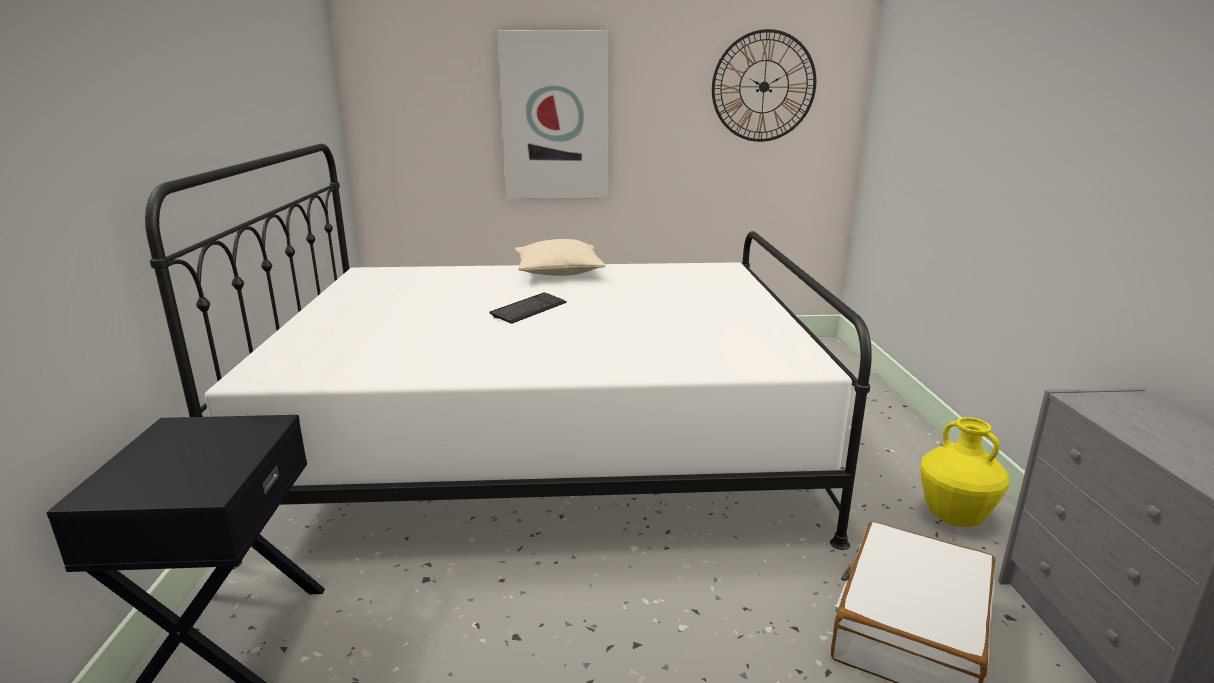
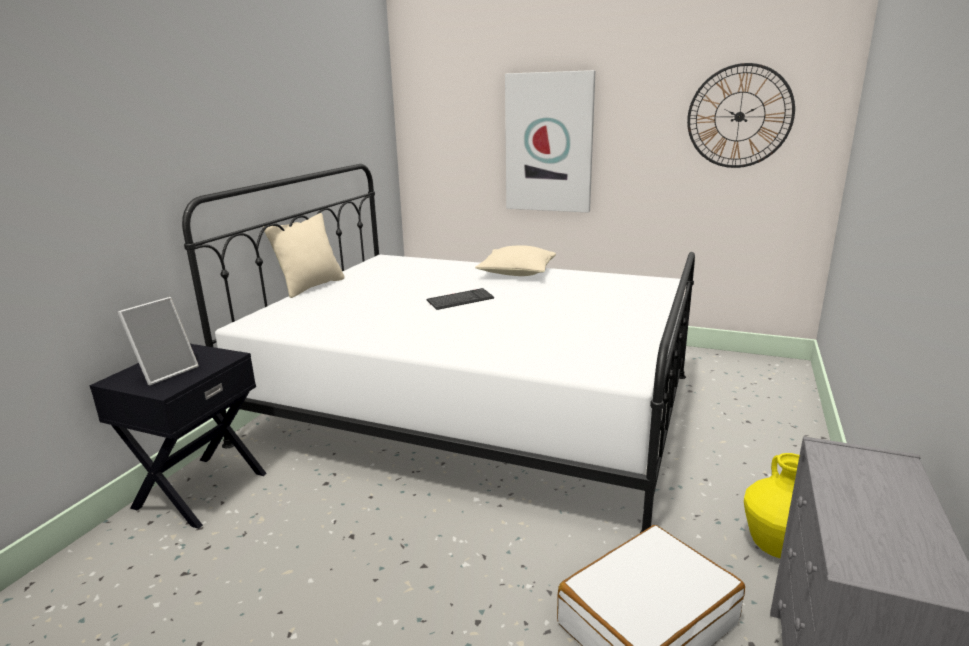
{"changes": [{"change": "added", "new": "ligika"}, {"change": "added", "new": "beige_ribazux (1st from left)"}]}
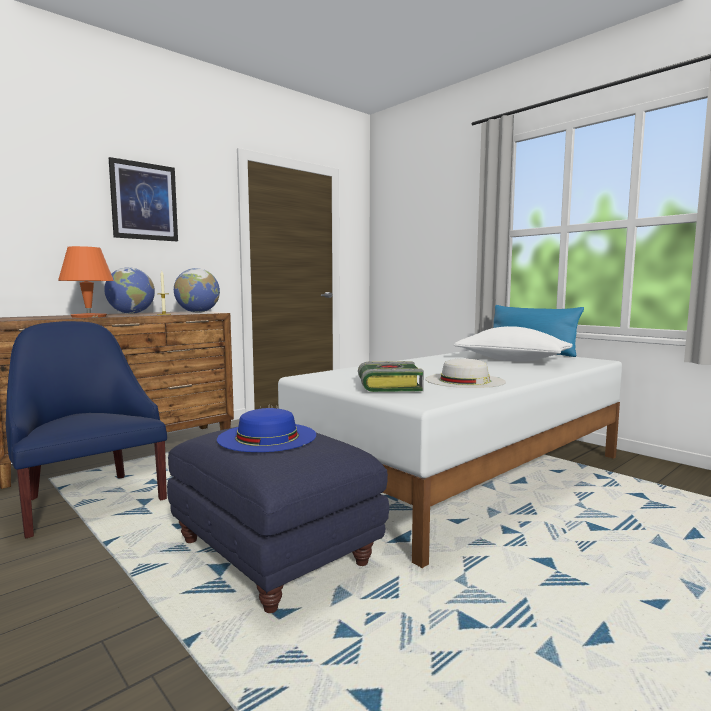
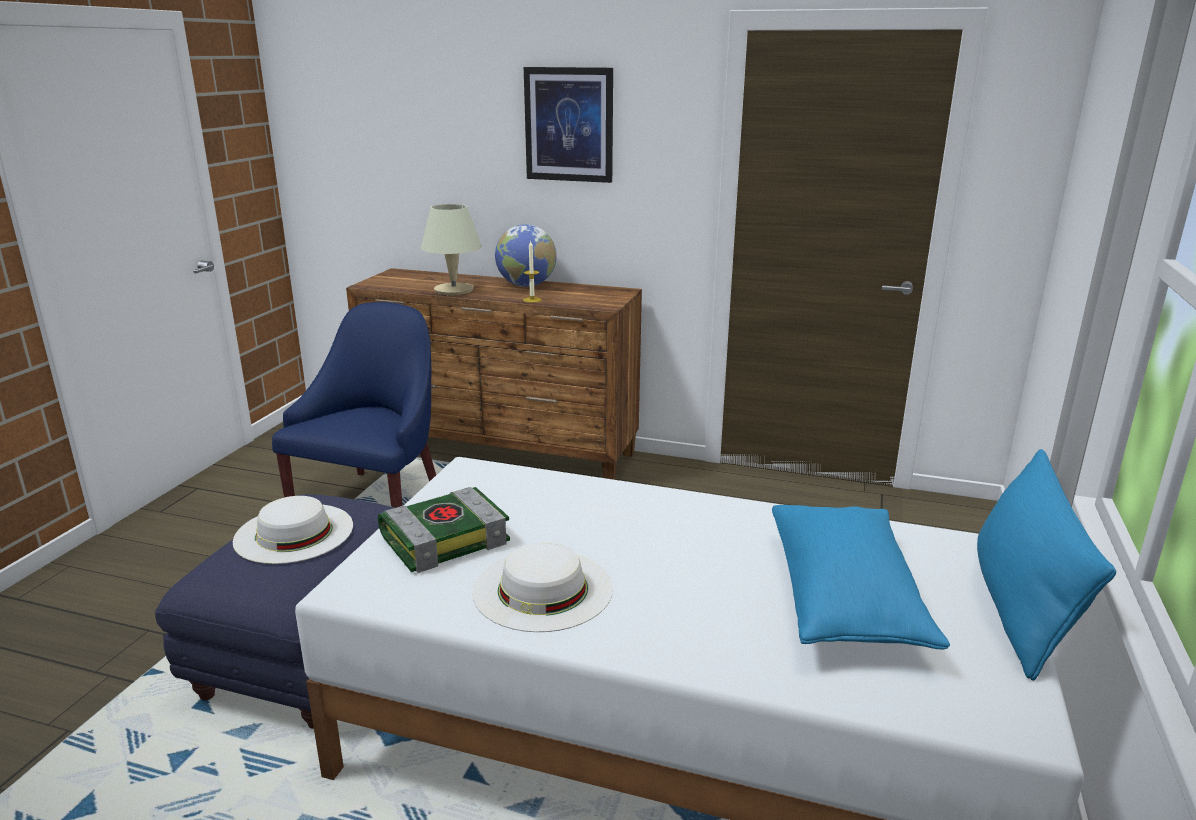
{"changes": [{"change": "recoloured", "old": "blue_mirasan", "new": "white_mirasan (1st from left)"}, {"change": "recoloured", "old": "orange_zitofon", "new": "beige_zitofon"}, {"change": "recoloured", "old": "white_ribazux", "new": "blue_ribazux (1st from left)"}, {"change": "removed", "old": "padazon (2nd from left)"}]}
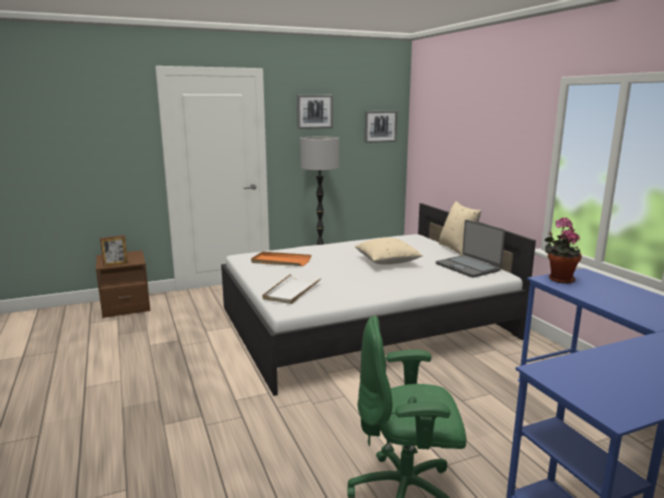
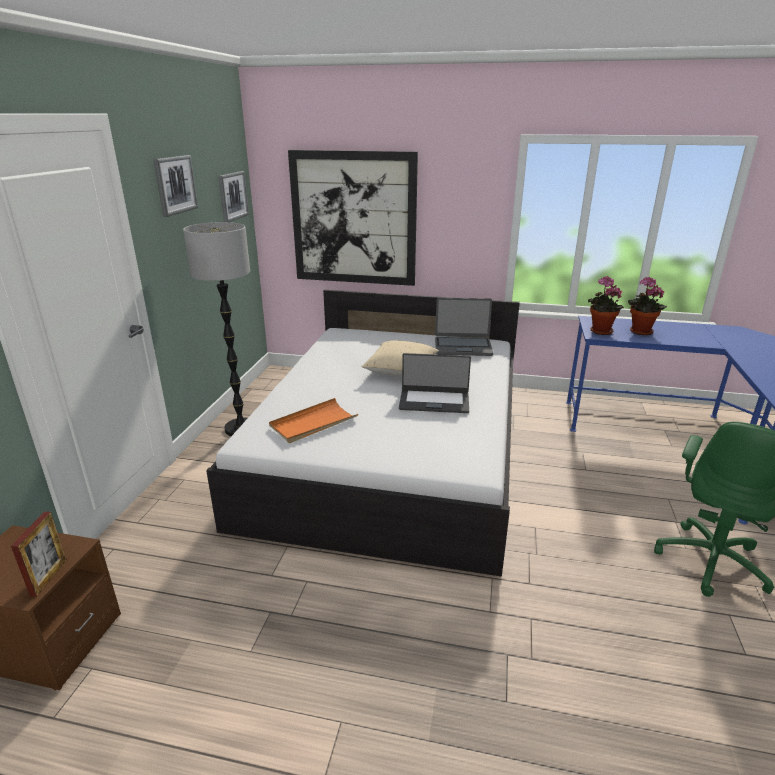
{"changes": [{"change": "added", "new": "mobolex (3rd from left)"}, {"change": "added", "new": "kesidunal (1st from left)"}, {"change": "added", "new": "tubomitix (2nd from left)"}, {"change": "removed", "old": "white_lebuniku"}, {"change": "removed", "old": "beige_ribazux (2nd from left)"}]}
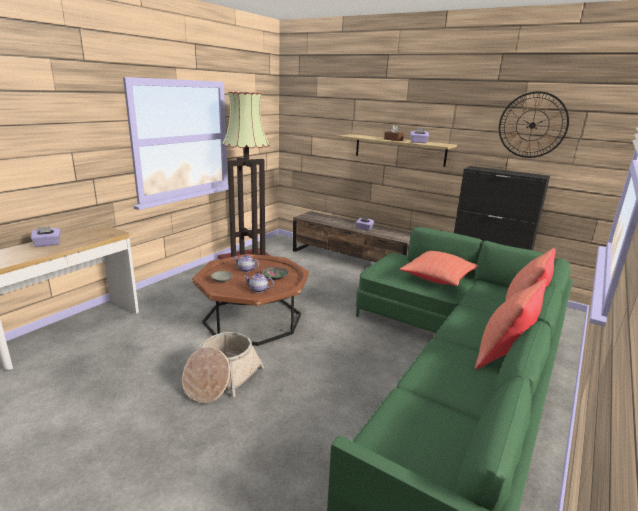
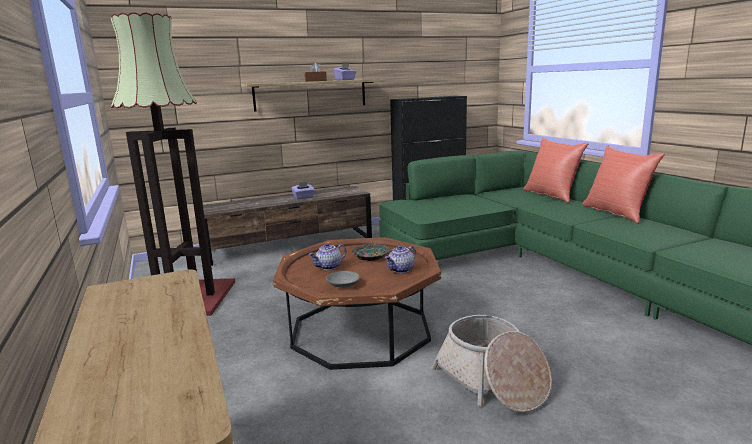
{"changes": [{"change": "removed", "old": "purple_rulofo (1st from left)"}, {"change": "removed", "old": "red_ribazux (1st from left)"}, {"change": "removed", "old": "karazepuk"}]}
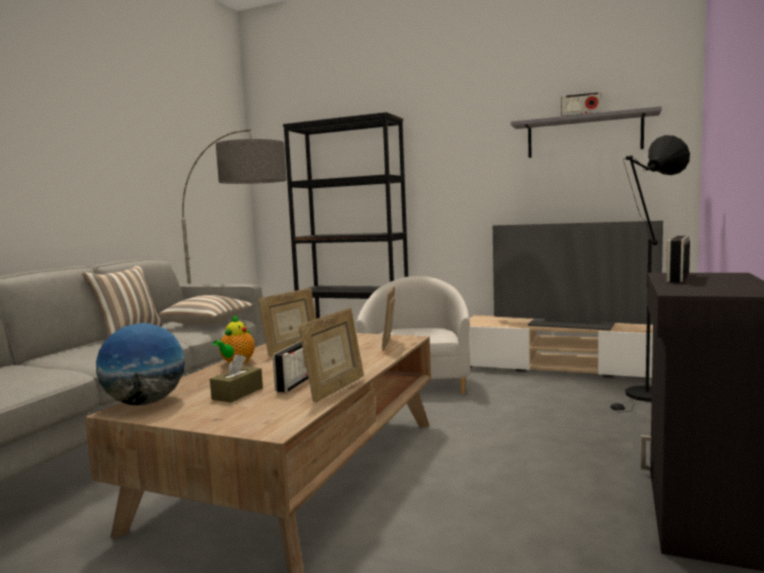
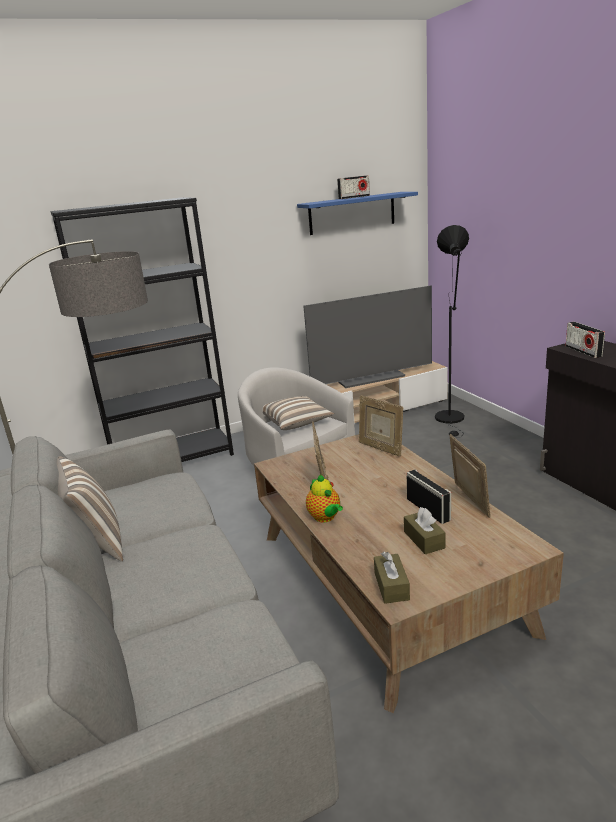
{"changes": [{"change": "moved", "old": "ribazux (2nd from left)"}, {"change": "recoloured", "old": "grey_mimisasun", "new": "blue_mimisasun"}, {"change": "replaced", "old": "padazon", "new": "brown_rulofo (1st from left)"}]}
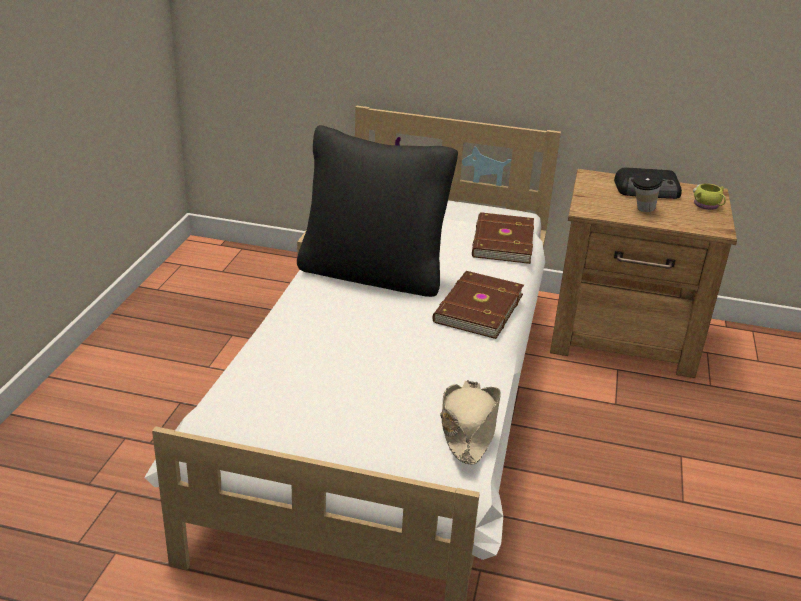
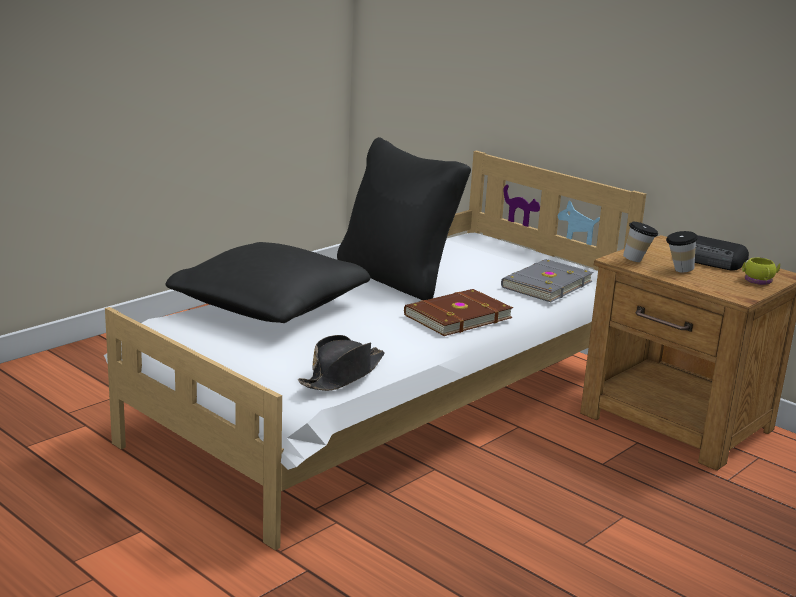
{"changes": [{"change": "added", "new": "black_ribazux (1st from left)"}, {"change": "recoloured", "old": "beige_mirasan", "new": "black_mirasan"}, {"change": "recoloured", "old": "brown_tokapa (2nd from left)", "new": "grey_tokapa"}, {"change": "added", "new": "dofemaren (1st from left)"}]}
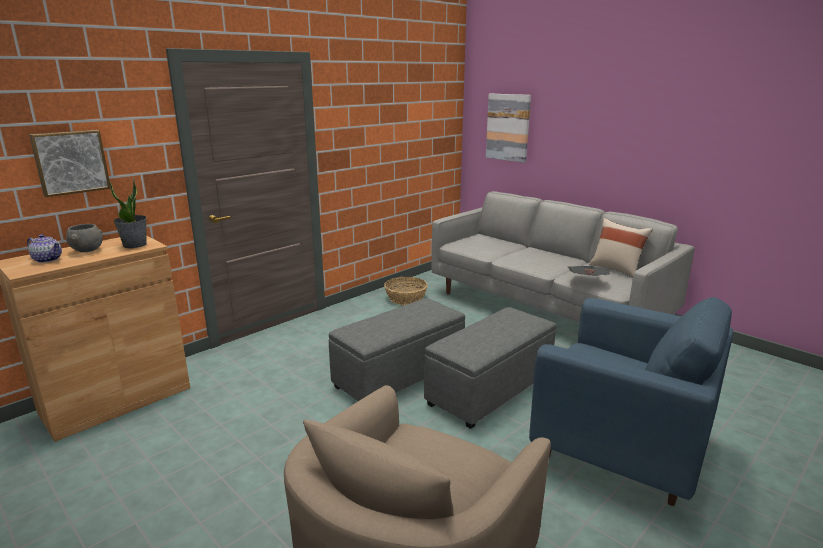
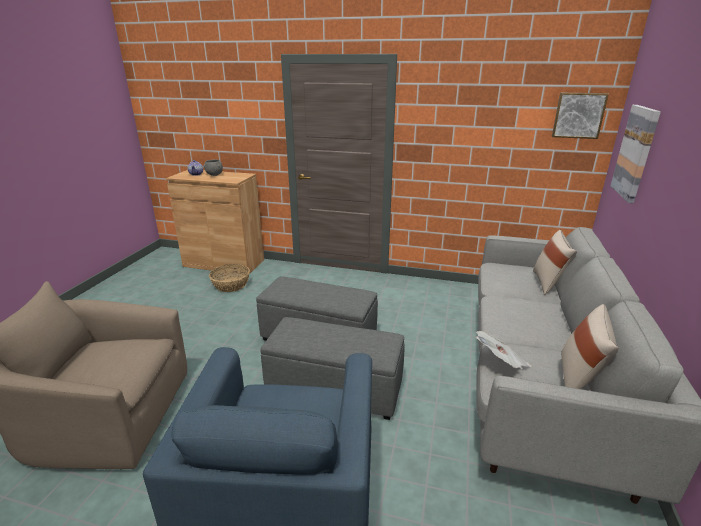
{"changes": [{"change": "moved", "old": "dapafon"}, {"change": "added", "new": "beige_ribazux (1st from left)"}, {"change": "moved", "old": "mobolex (1st from left)"}, {"change": "removed", "old": "tubomitix"}]}
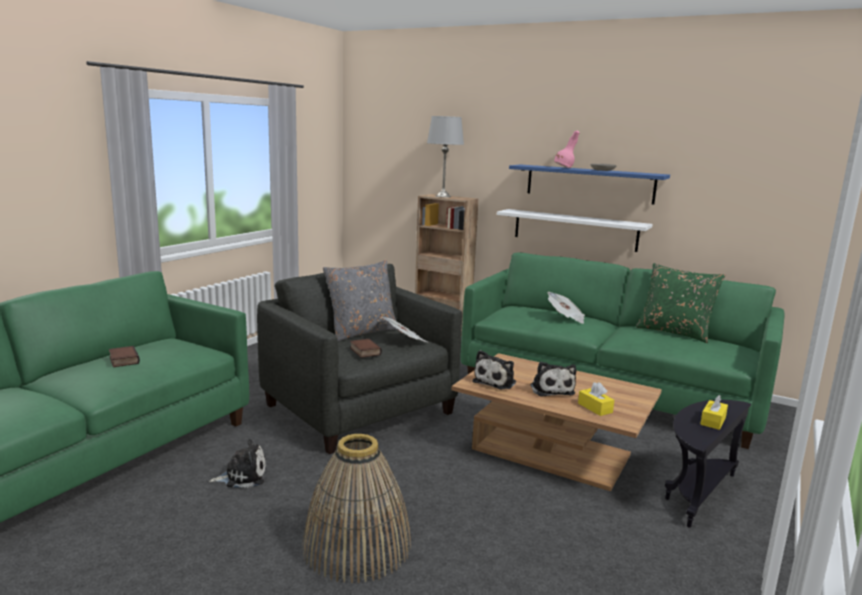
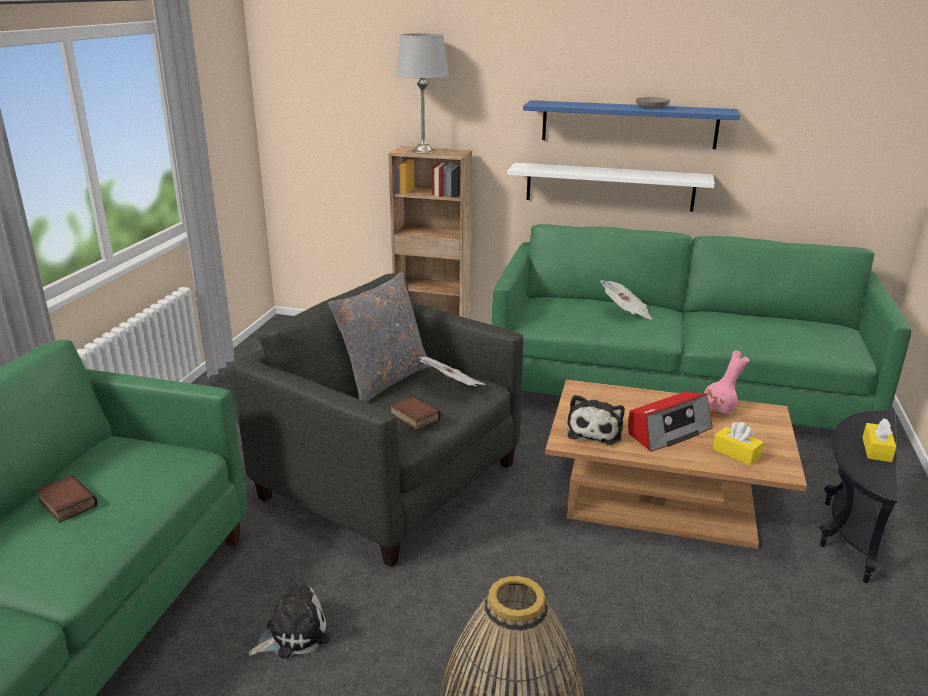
{"changes": [{"change": "replaced", "old": "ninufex (3rd from left)", "new": "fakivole"}, {"change": "moved", "old": "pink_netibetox"}, {"change": "removed", "old": "green_ribazux"}]}
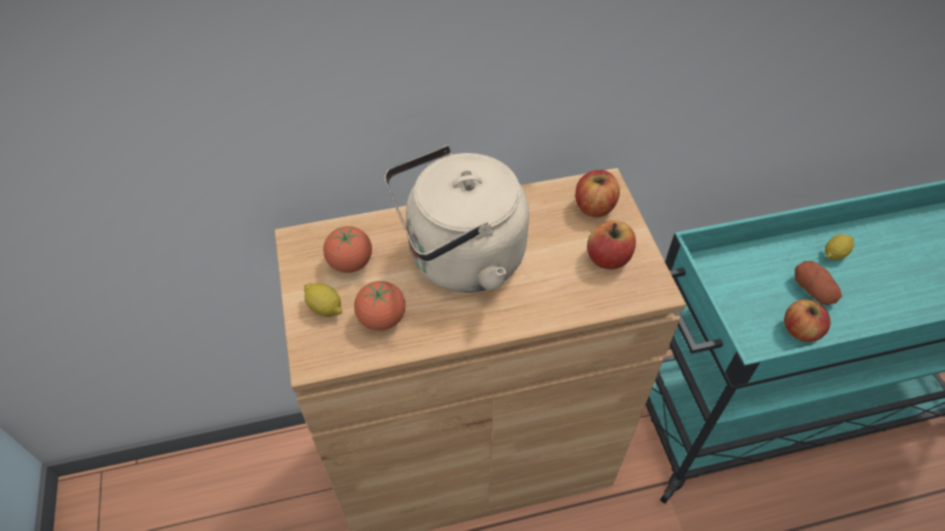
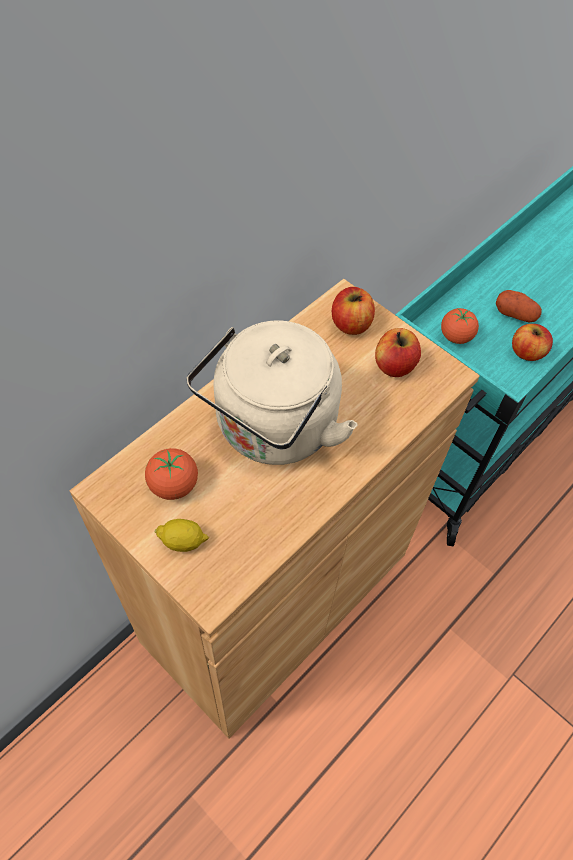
{"changes": [{"change": "moved", "old": "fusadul (2nd from left)"}, {"change": "removed", "old": "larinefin (2nd from left)"}]}
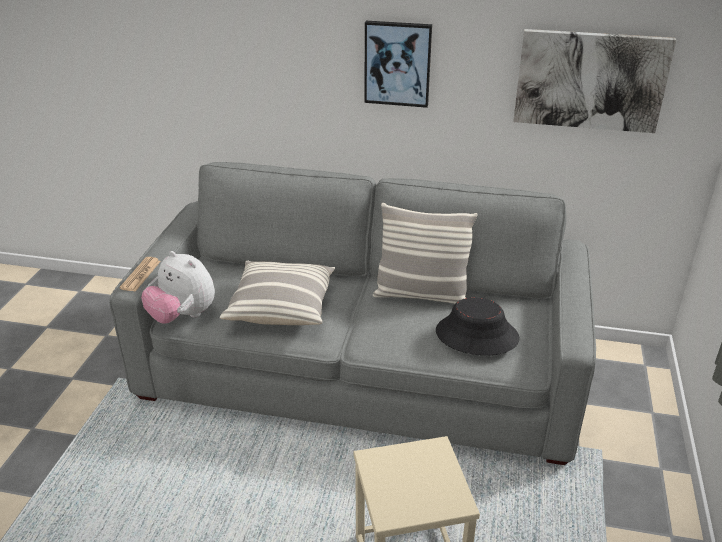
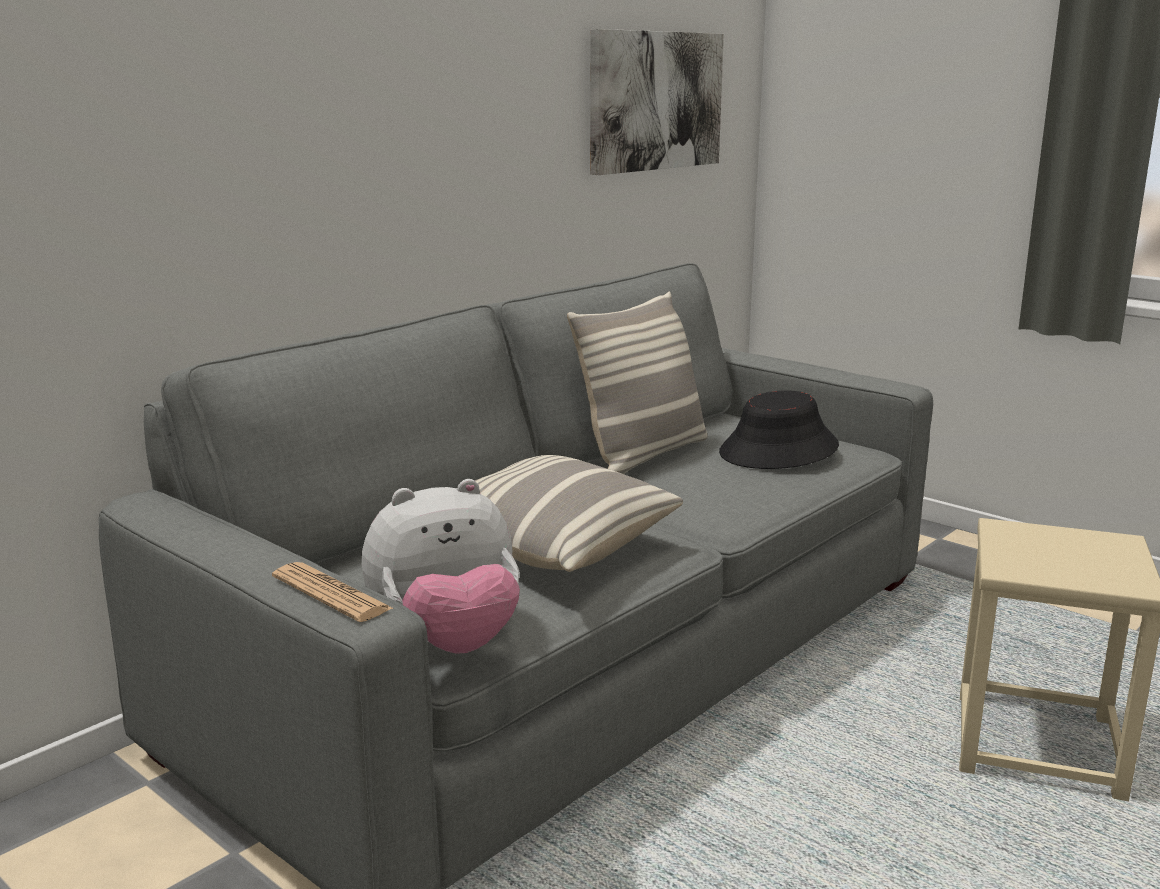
{"changes": [{"change": "removed", "old": "mobolex (1st from left)"}]}
